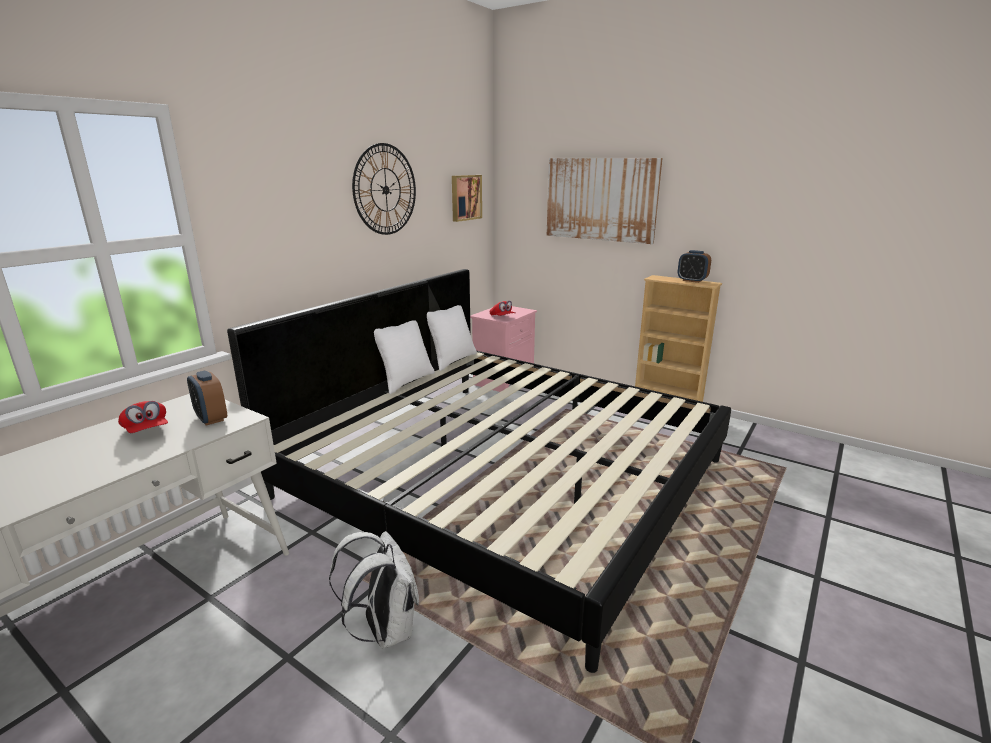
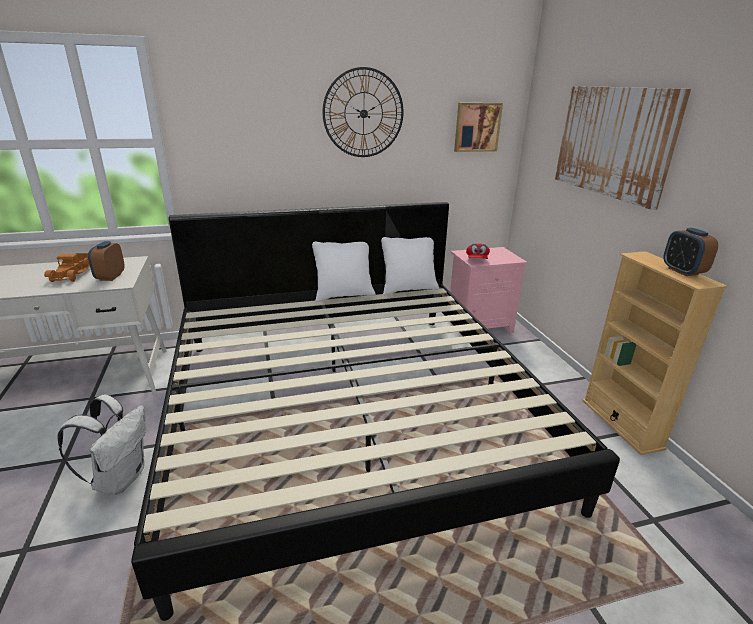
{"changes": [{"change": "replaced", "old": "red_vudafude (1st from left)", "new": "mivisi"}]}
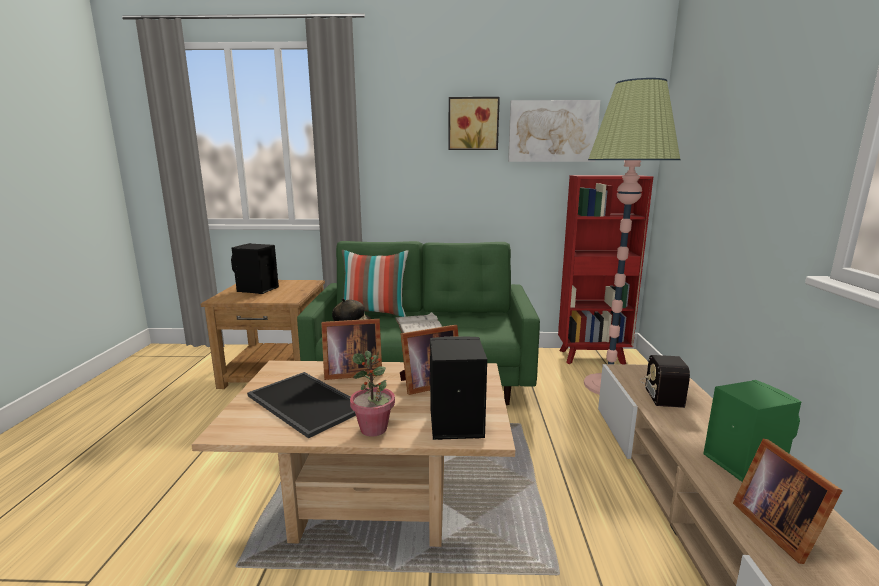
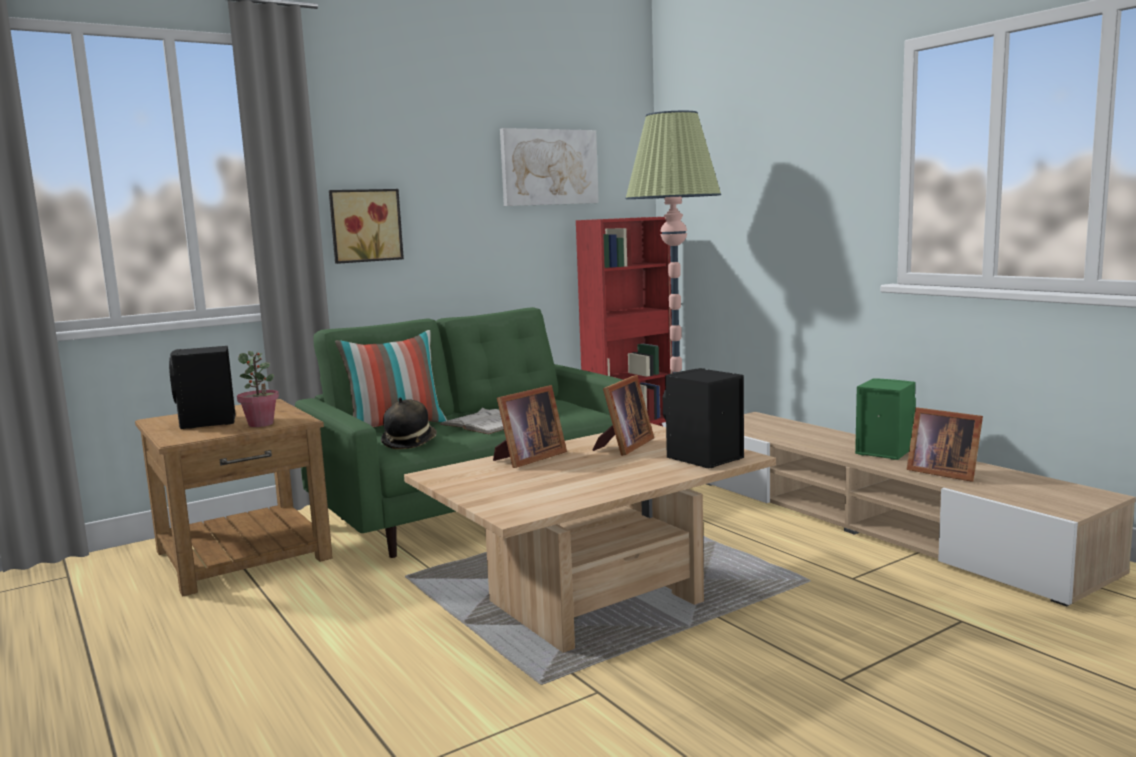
{"changes": [{"change": "moved", "old": "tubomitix"}, {"change": "moved", "old": "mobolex (1st from left)"}, {"change": "removed", "old": "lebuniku"}, {"change": "removed", "old": "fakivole"}]}
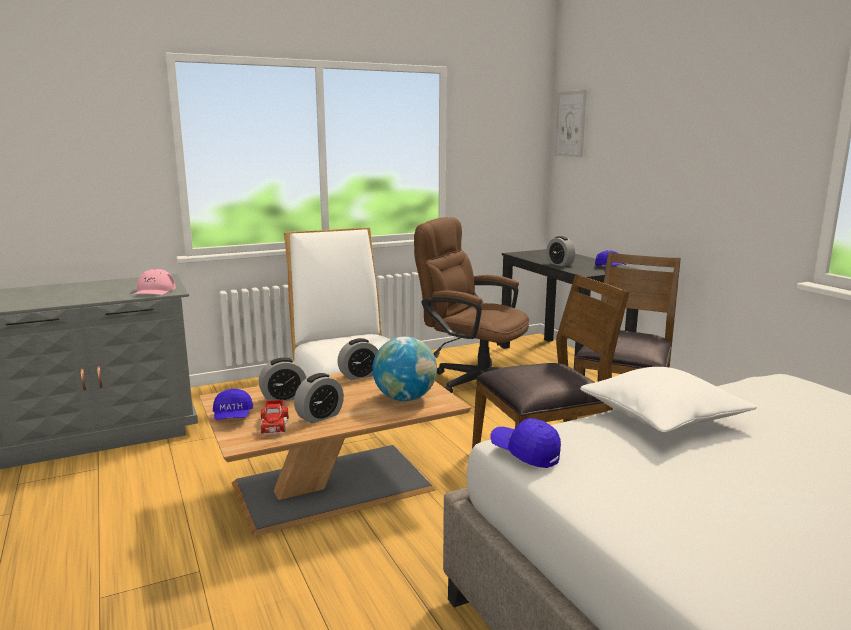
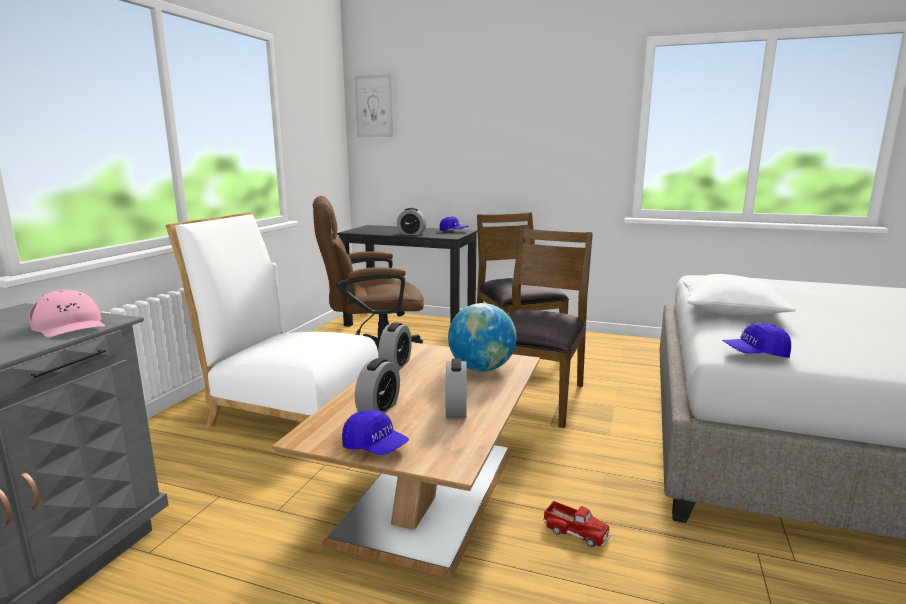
{"changes": [{"change": "moved", "old": "mivisi"}]}
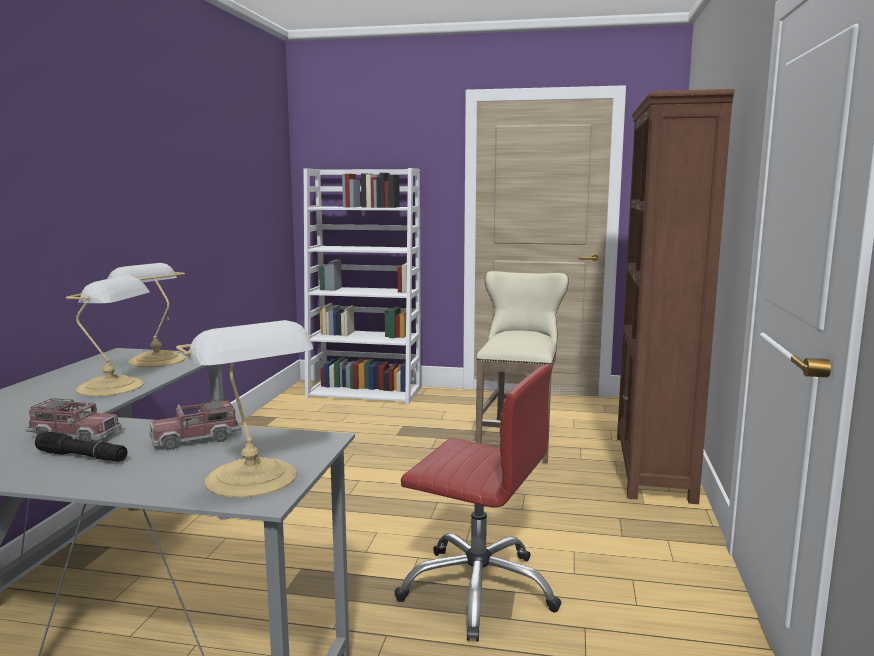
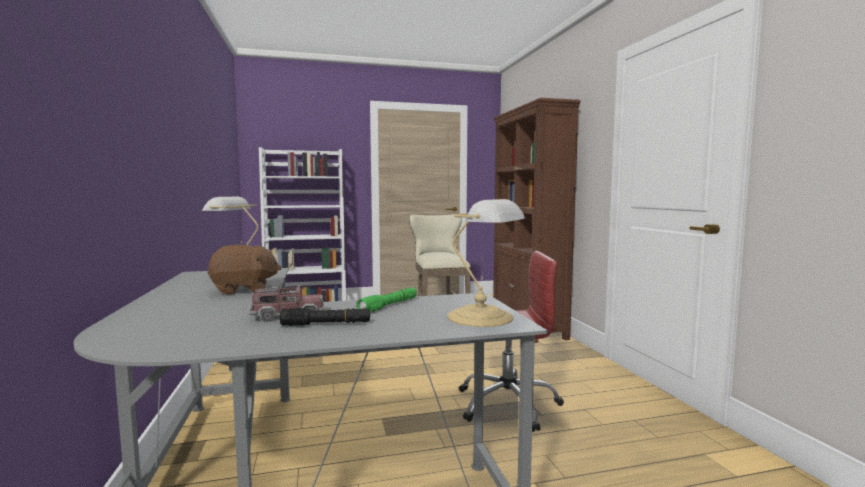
{"changes": [{"change": "replaced", "old": "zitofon (1st from left)", "new": "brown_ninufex"}, {"change": "replaced", "old": "mivisi (2nd from left)", "new": "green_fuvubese"}]}
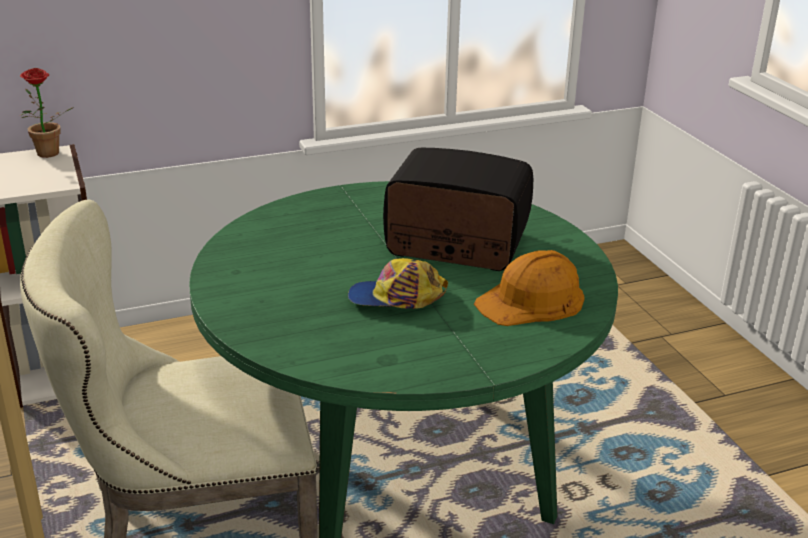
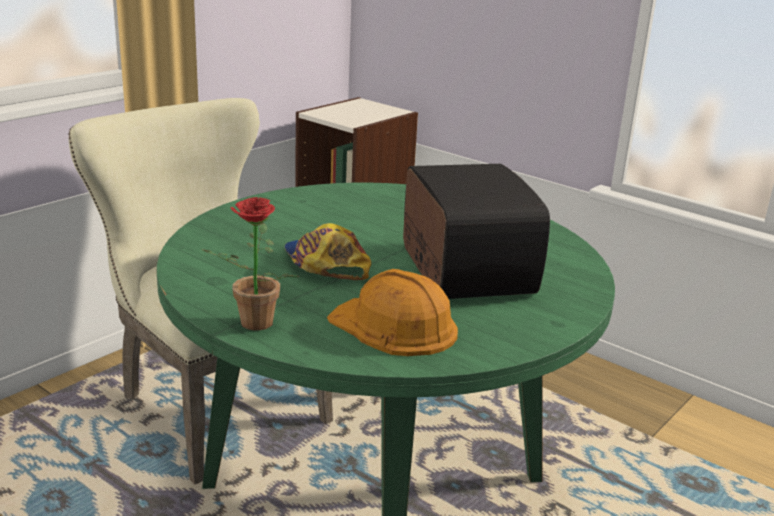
{"changes": [{"change": "moved", "old": "tubomitix"}]}
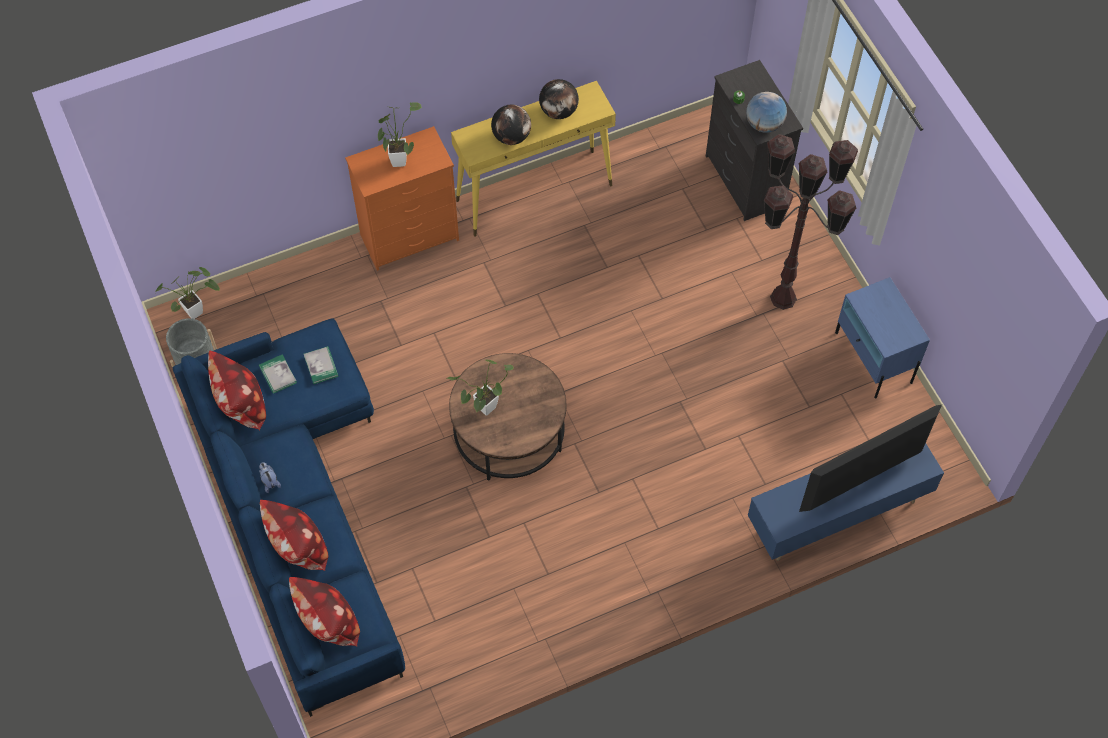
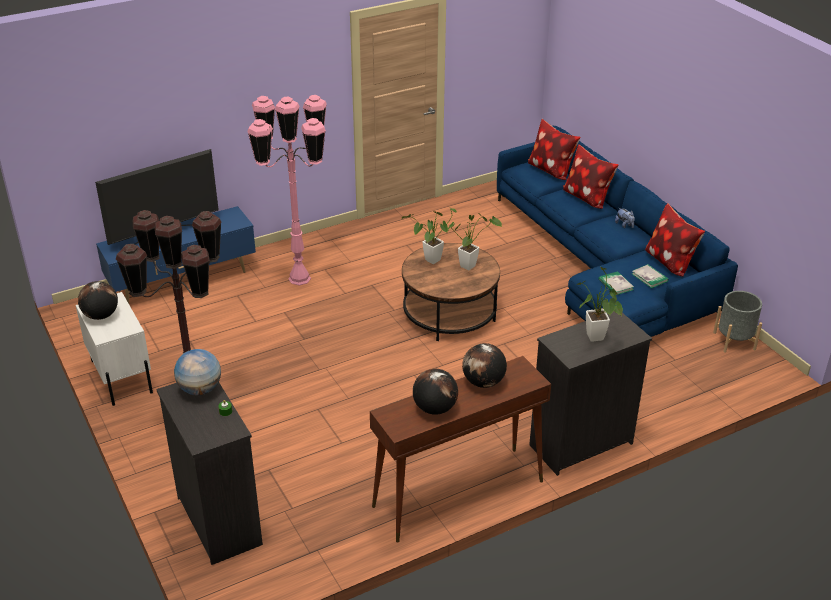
{"changes": [{"change": "recoloured", "old": "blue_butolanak", "new": "white_butolanak"}, {"change": "added", "new": "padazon (1st from left)"}, {"change": "added", "new": "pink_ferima"}, {"change": "recoloured", "old": "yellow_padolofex", "new": "brown_padolofex"}, {"change": "moved", "old": "tubomitix (1st from left)"}, {"change": "recoloured", "old": "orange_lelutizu", "new": "black_lelutizu (2nd from left)"}]}
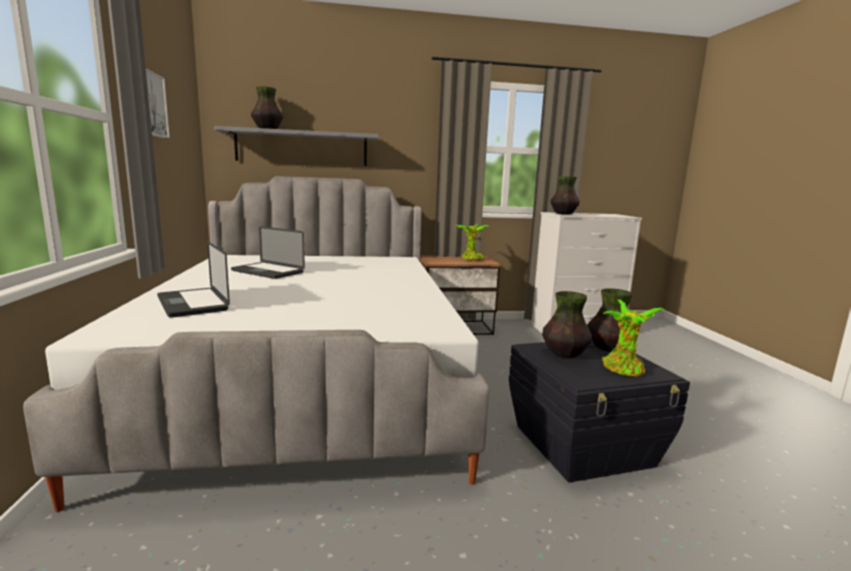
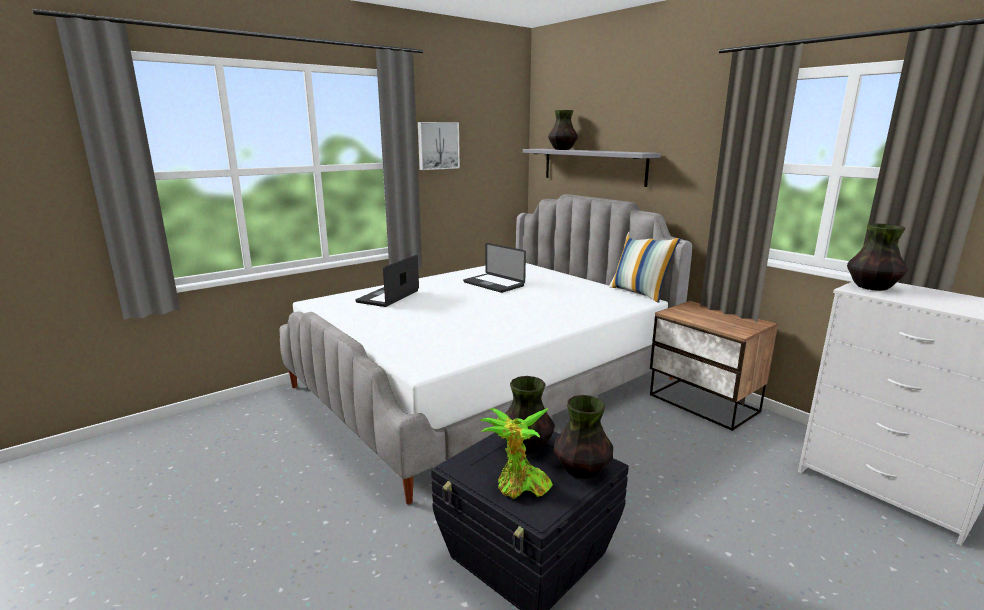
{"changes": [{"change": "turned", "old": "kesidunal (2nd from left)", "degrees": -45}, {"change": "added", "new": "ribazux"}, {"change": "removed", "old": "tubomitix (1st from left)"}]}
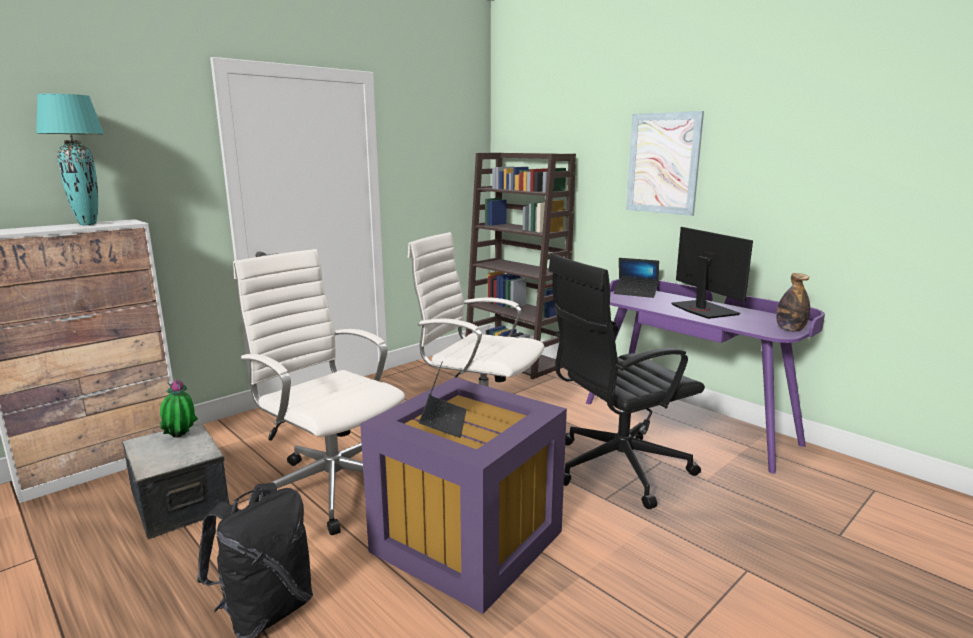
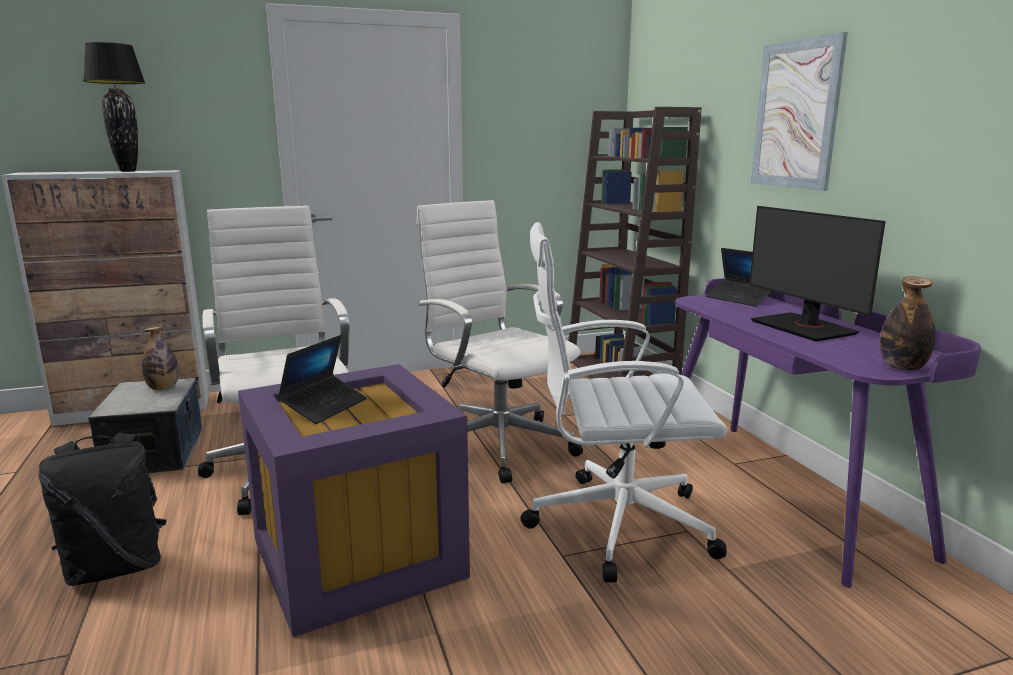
{"changes": [{"change": "recoloured", "old": "turquoise_zitofon", "new": "black_zitofon"}, {"change": "replaced", "old": "tubomitix", "new": "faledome (1st from left)"}, {"change": "recoloured", "old": "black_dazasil", "new": "white_dazasil (3rd from left)"}, {"change": "turned", "old": "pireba", "degrees": 150}]}
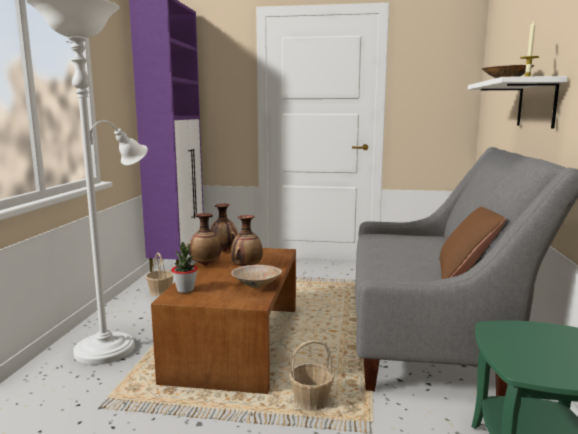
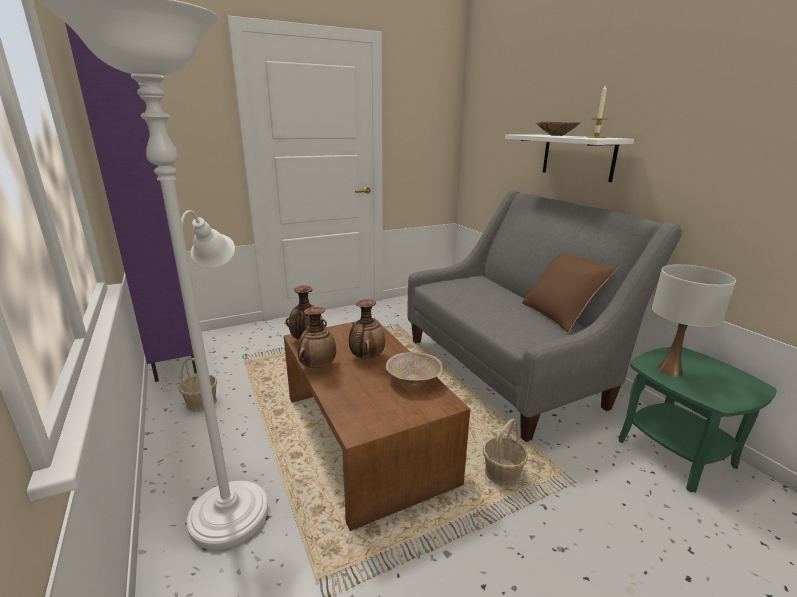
{"changes": [{"change": "added", "new": "white_zitofon"}, {"change": "removed", "old": "tubomitix"}]}
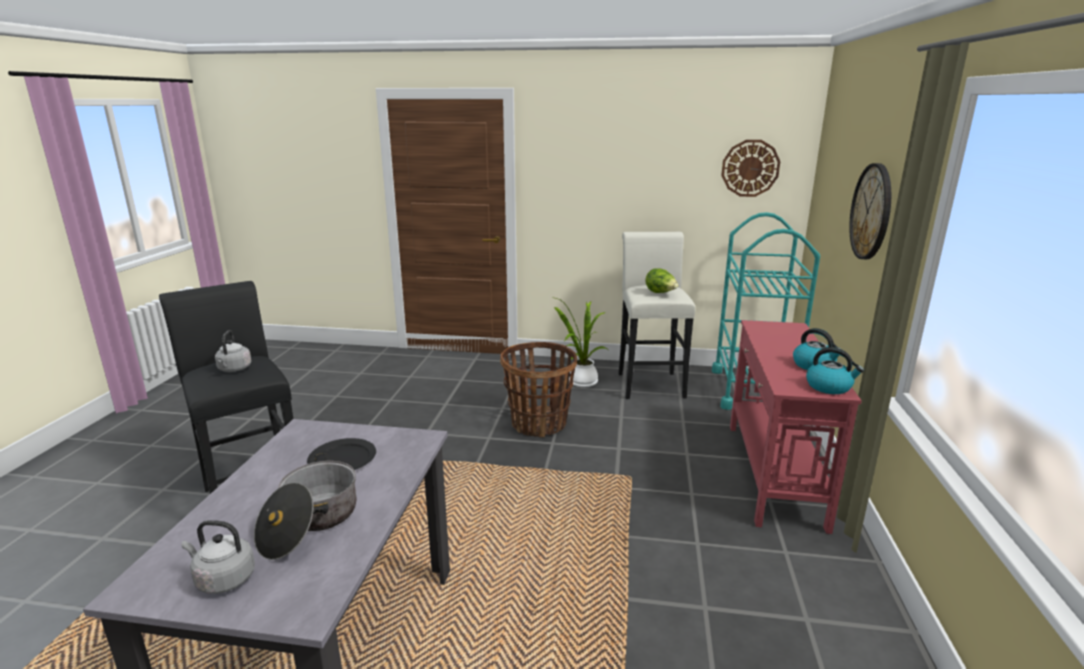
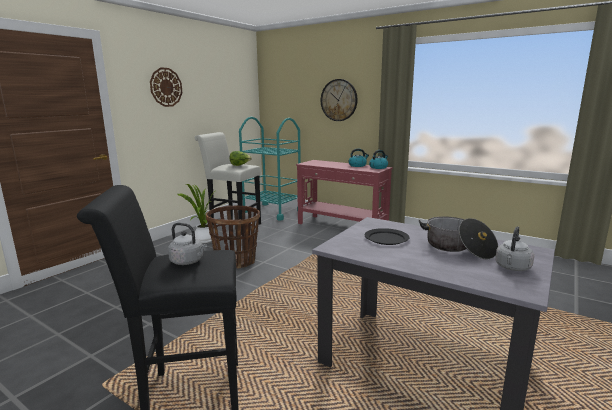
{"changes": [{"change": "moved", "old": "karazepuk (1st from left)"}]}
